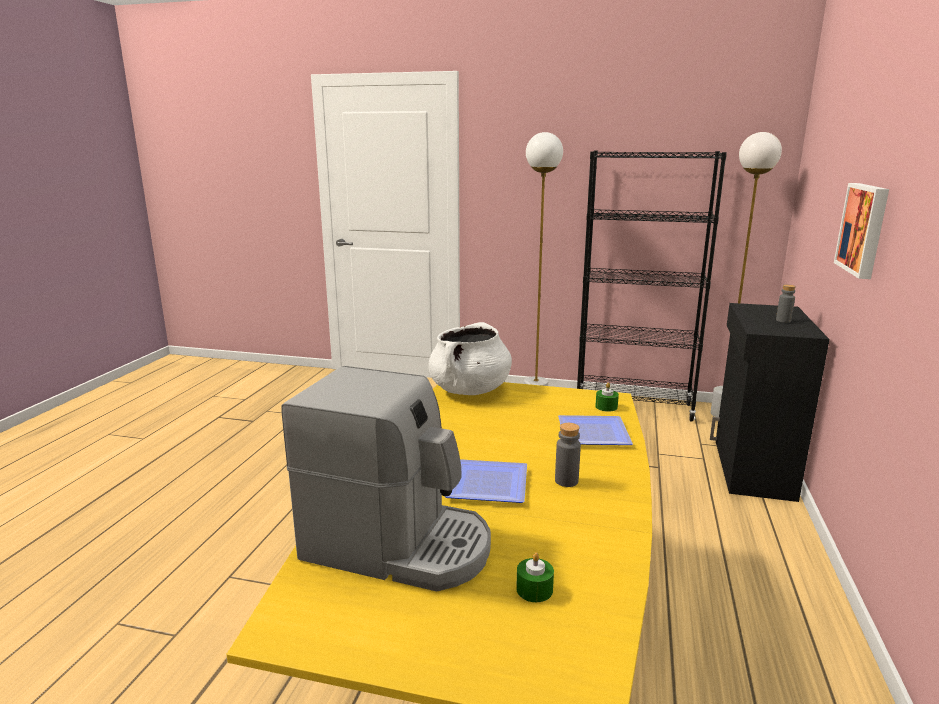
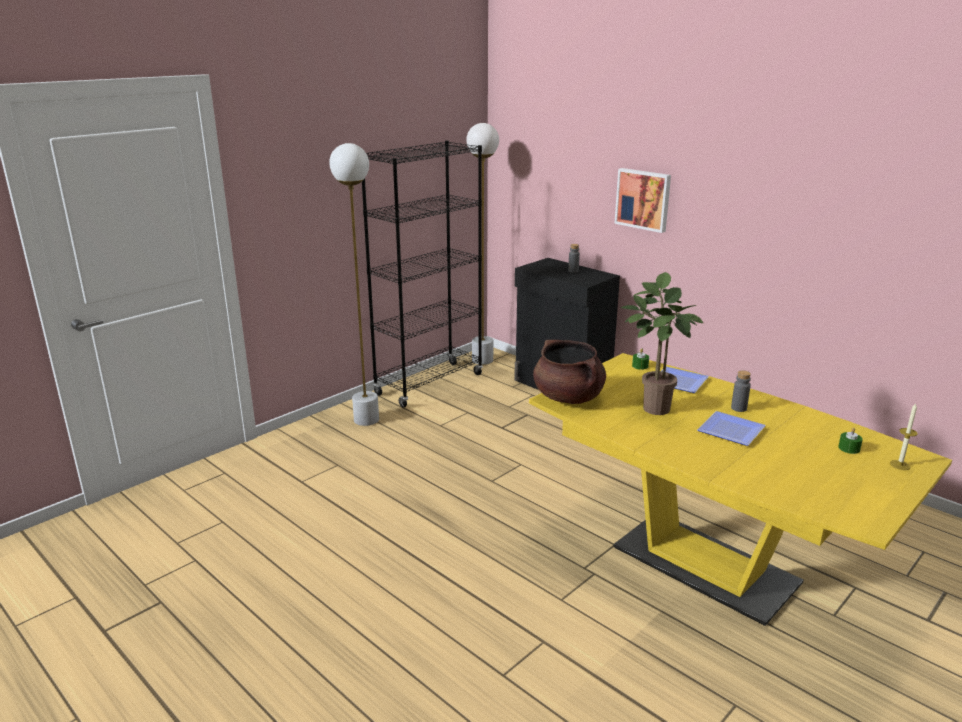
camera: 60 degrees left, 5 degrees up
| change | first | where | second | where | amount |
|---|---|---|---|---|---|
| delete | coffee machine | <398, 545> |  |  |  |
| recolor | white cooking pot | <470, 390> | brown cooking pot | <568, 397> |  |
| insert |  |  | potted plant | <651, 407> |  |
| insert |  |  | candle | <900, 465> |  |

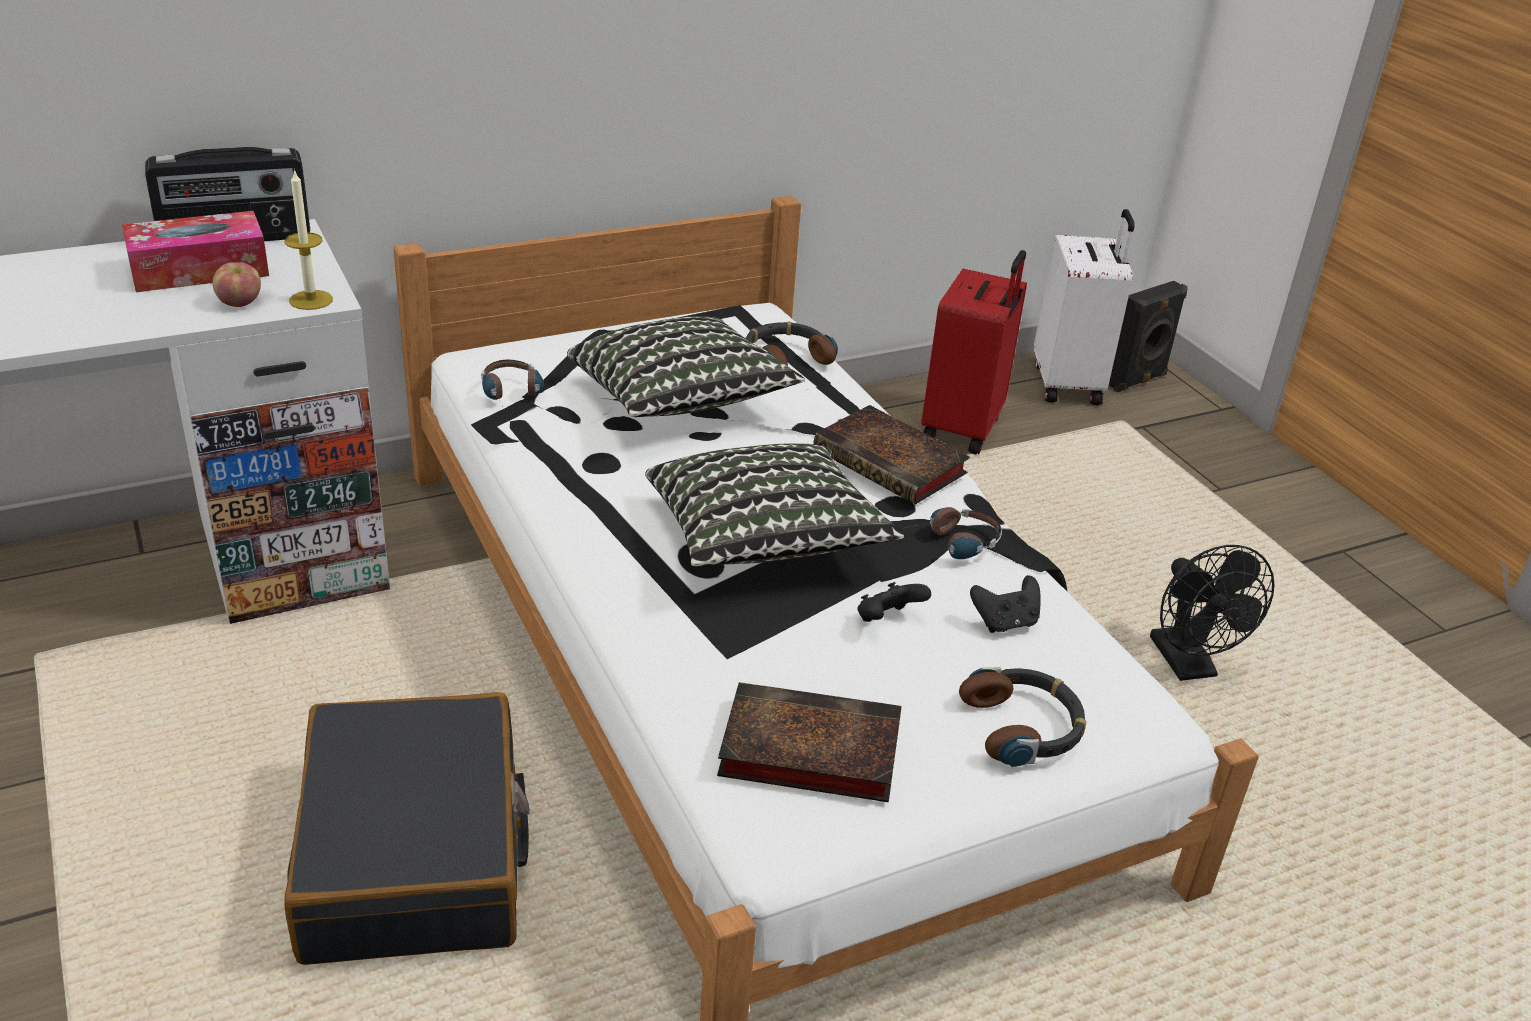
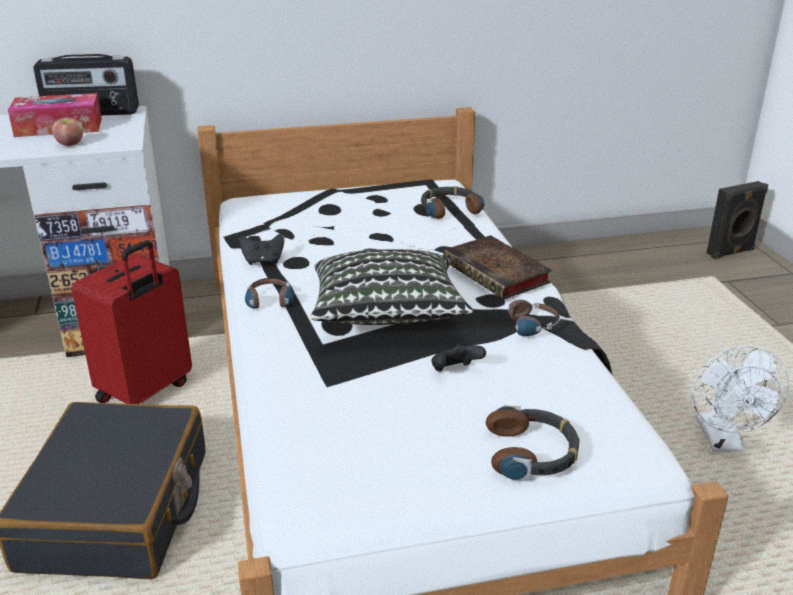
camera: 15 degrees right, 5 degrees down
| change | first | where | second | where | amount |
|---|---|---|---|---|---|
| delete | candle | <311, 300> |  |  |  |
| move | headphones | <513, 394> |  | <270, 305> |  |
| delete | pillow | <680, 401> |  |  |  |
| delete | book | <805, 750> |  |  |  |
| move | red suitcase | <964, 429> |  | <146, 392> |  |
| move | black game controller | <1005, 622> |  | <263, 261> |  |
| delete | white suitcase | <1069, 384> |  |  |  |
| recolor | black fan | <1189, 665> | white fan | <723, 442> |  |

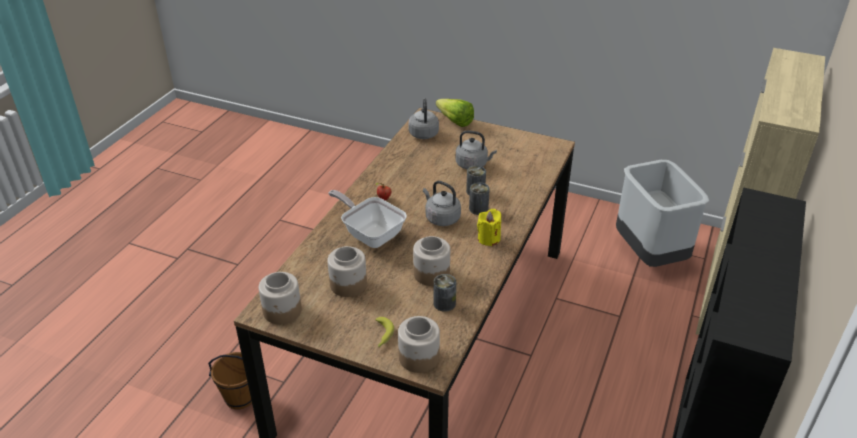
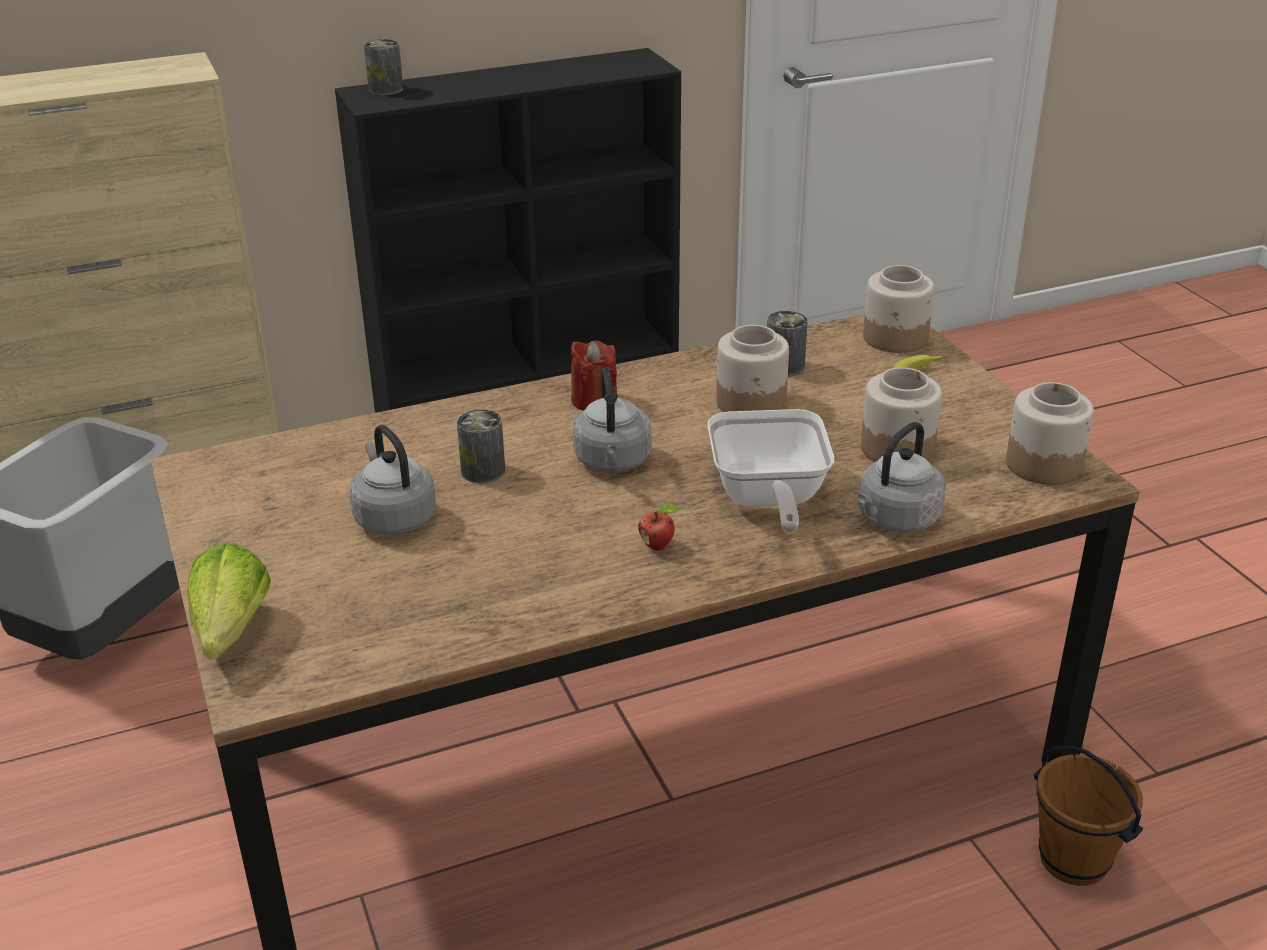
camera: 135 degrees left, 5 degrees down
| change | first | where | second | where | amount |
|---|---|---|---|---|---|
| move | grey kettle | <423, 133> |  | <896, 520> |  |
| move | can | <478, 209> |  | <386, 89> |  |
| recolor | yellow candle | <488, 238> | red candle | <594, 400> |  |

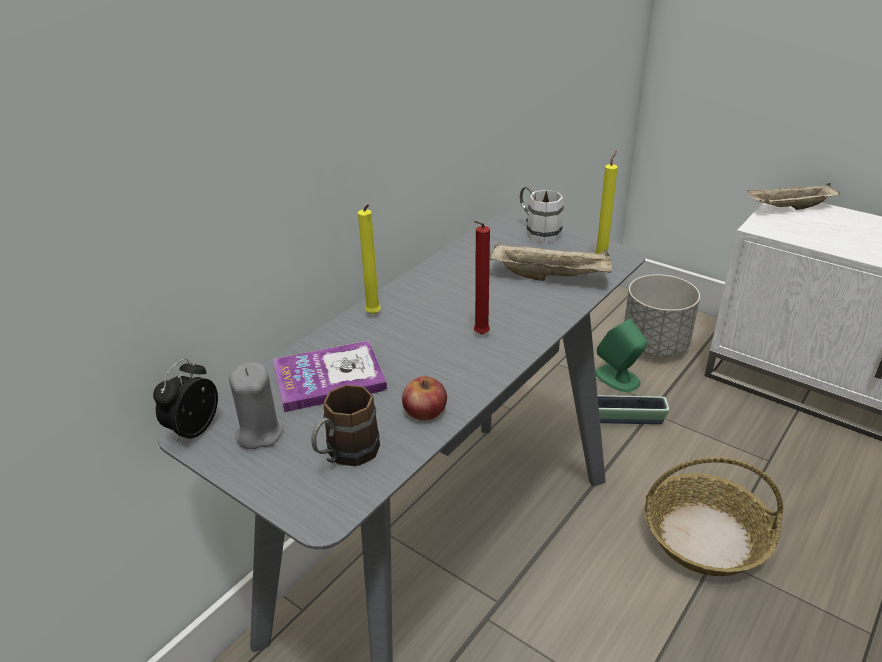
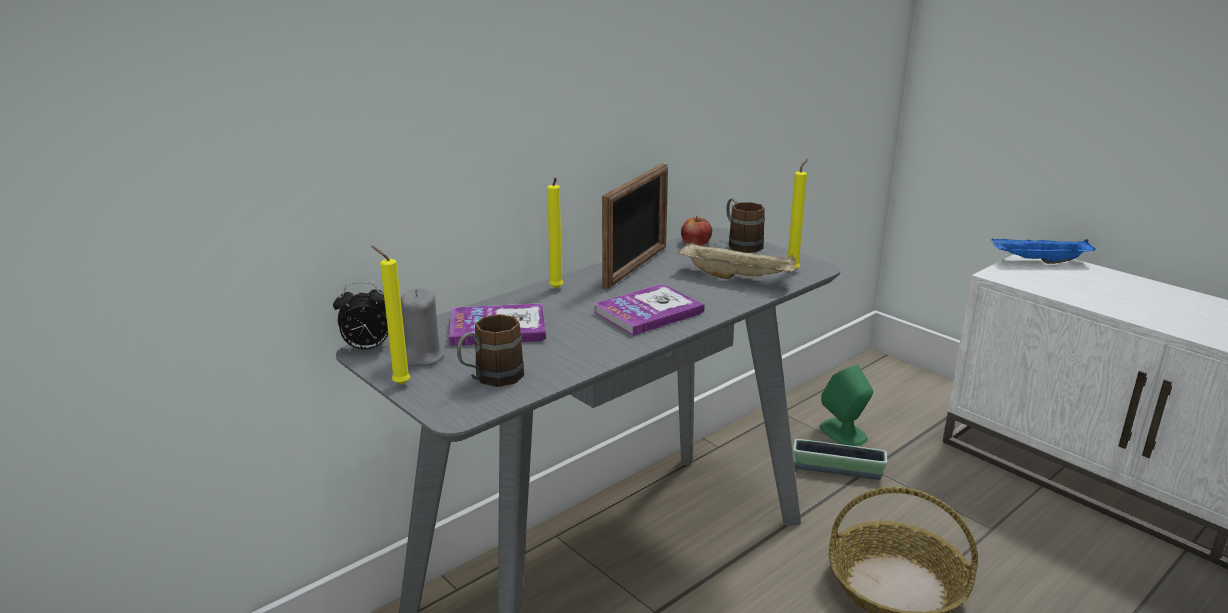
camera: 10 degrees right, 10 degrees down
| change | first | where | second | where | amount |
|---|---|---|---|---|---|
| rotate | alarm clock | <193, 429> |  | <367, 349> | 135 degrees counterclockwise |
| move | apple | <425, 411> |  | <696, 242> |  |
| replace | red candle | <479, 335> | book | <648, 312> |  |
| recolor | white mug | <537, 232> | brown mug | <740, 244> |  |
| delete | grey planter | <654, 345> |  |  |  |
| recolor | beige tray | <789, 208> | blue tray | <1038, 262> |  |
| insert |  |  | yellow candle | <399, 384> |  |
| insert |  |  | picture frame | <636, 267> |  |

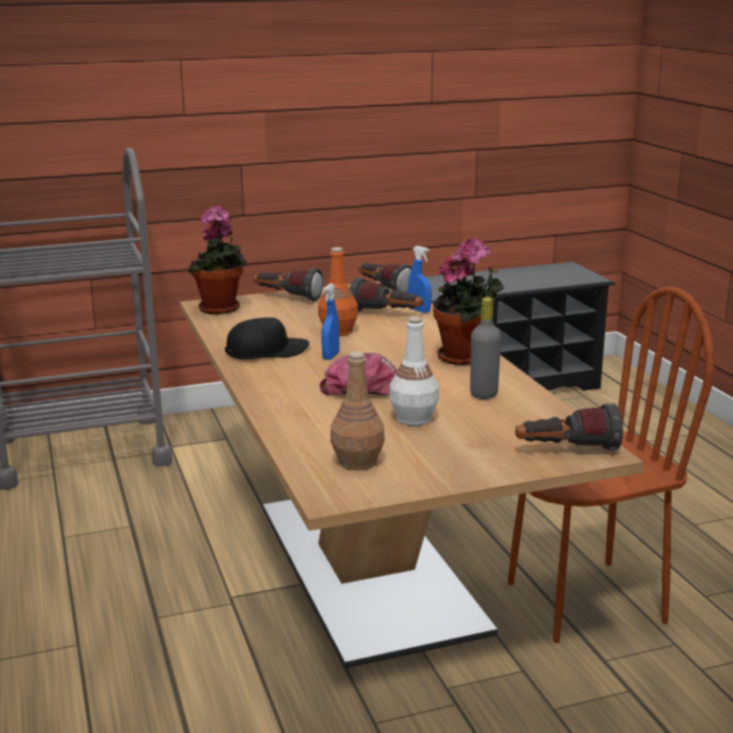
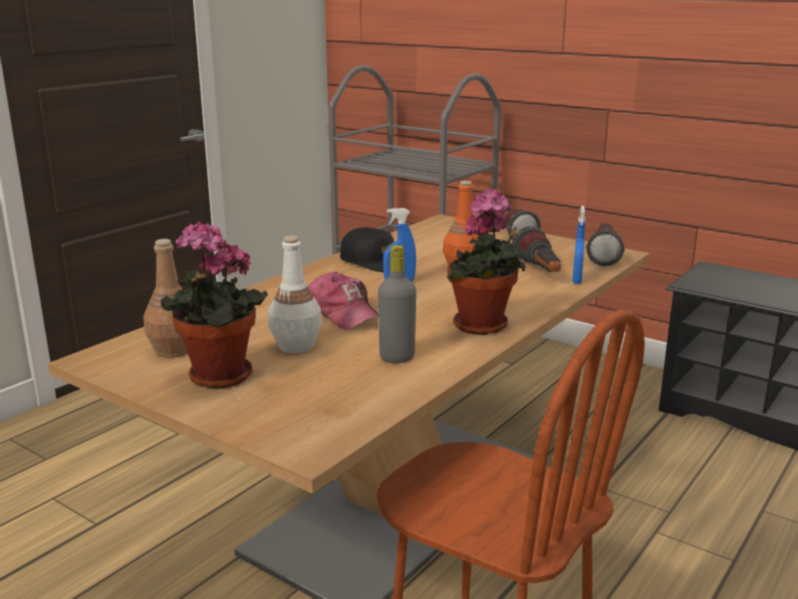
camera: 55 degrees right, 0 degrees up
| change | first | where | second | where | amount |
|---|---|---|---|---|---|
| move | potted plant | <221, 310> |  | <217, 378> |  |
| delete | flashlight | <566, 451> |  |  |  |

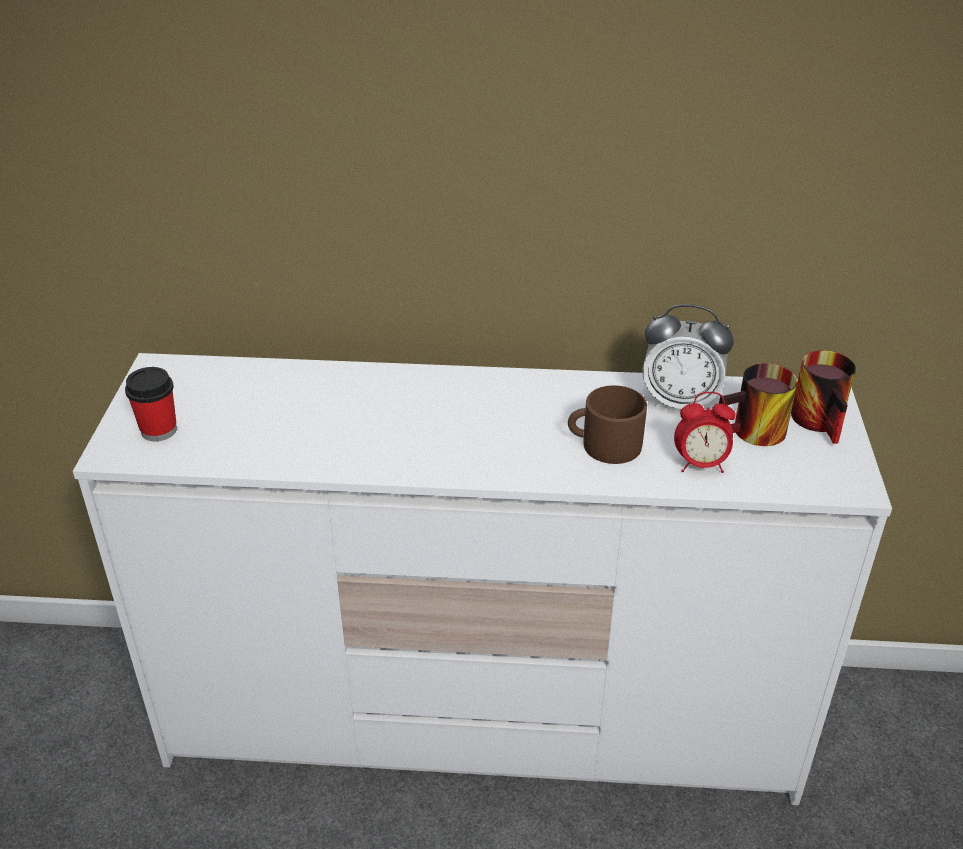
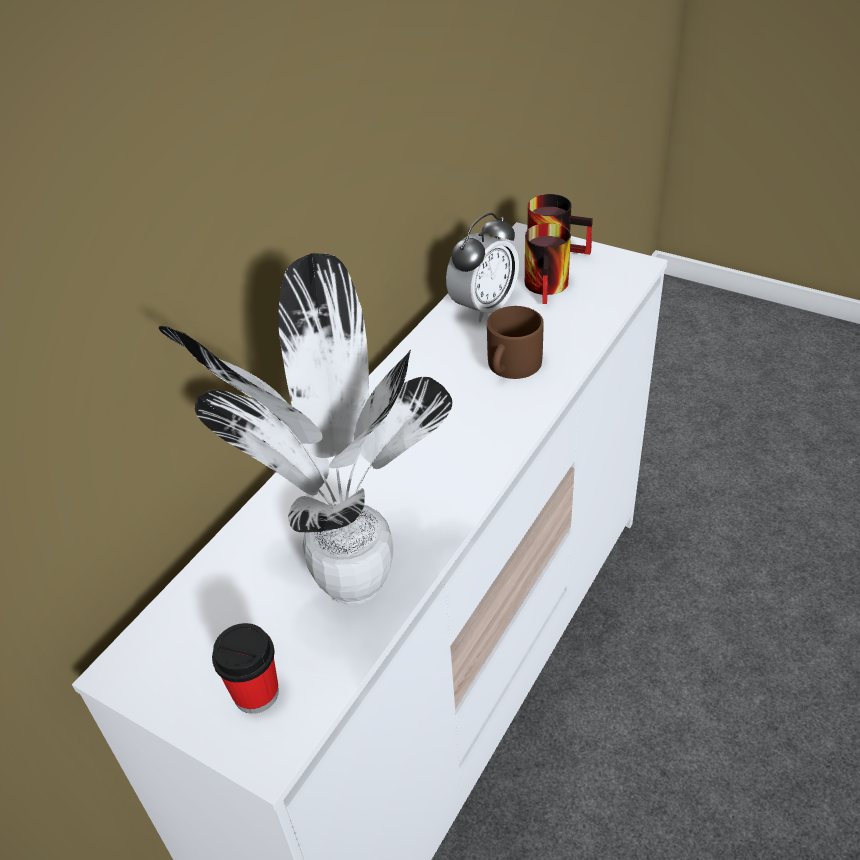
camera: 60 degrees left, 5 degrees up
| change | first | where | second | where | amount |
|---|---|---|---|---|---|
| delete | alarm clock | <700, 464> |  |  |  |
| insert |  |  | potted plant | <348, 585> |  |

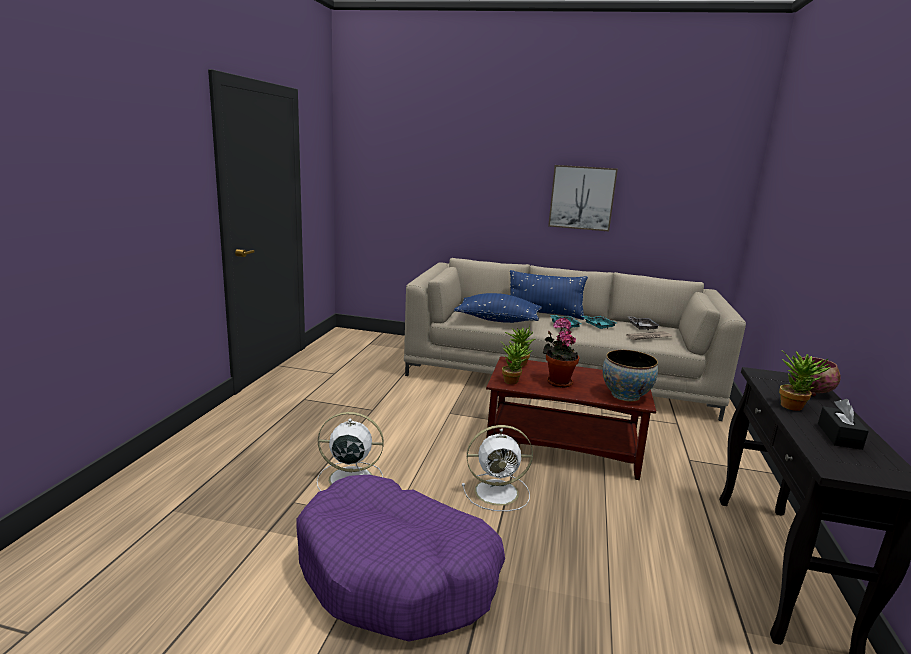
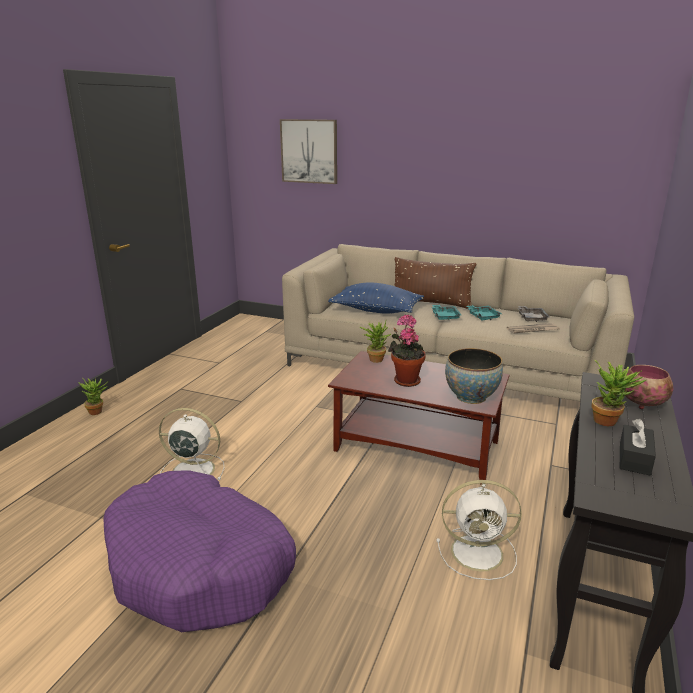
camera: 10 degrees right, 5 degrees up
| change | first | where | second | where | amount |
|---|---|---|---|---|---|
| move | white fan | <498, 492> |  | <479, 553> |  |
| move | potted plant | <513, 381> |  | <98, 411> |  |
| recolor | blue pillow | <544, 314> | brown pillow | <431, 304> |  |
| move | picture | <582, 198> |  | <309, 151> |  |

